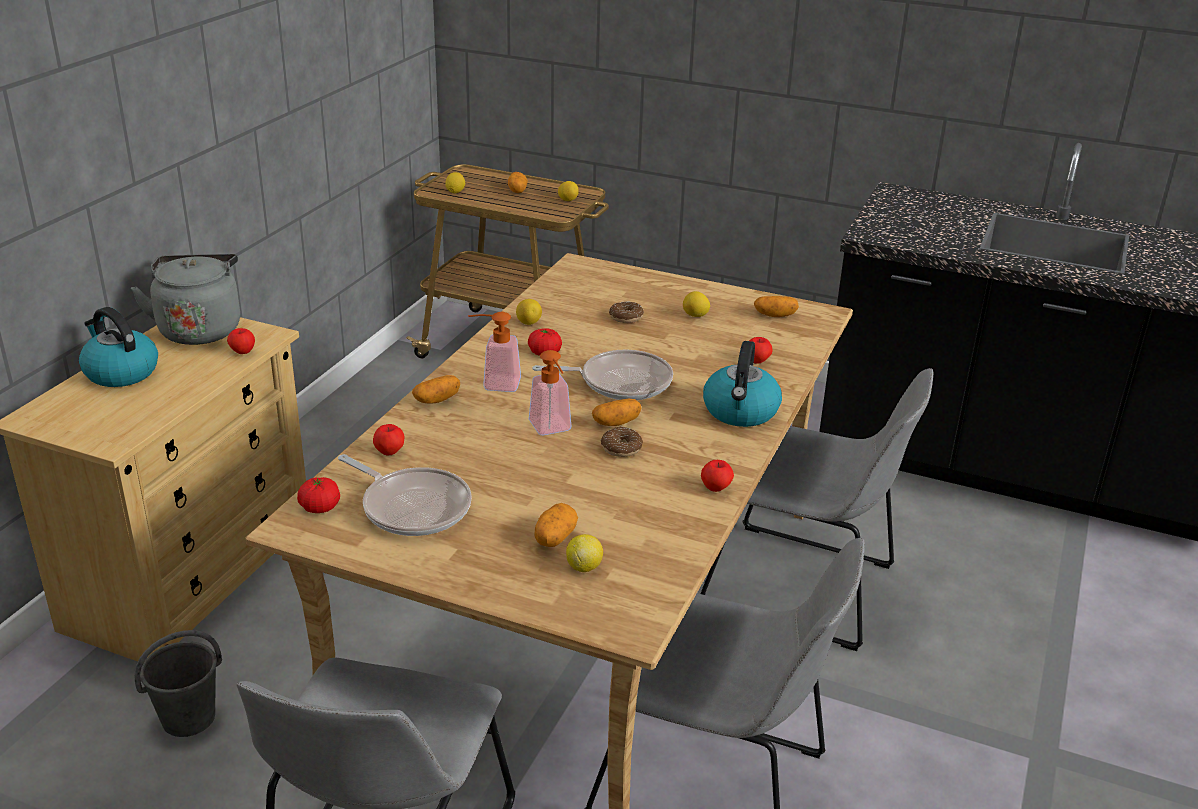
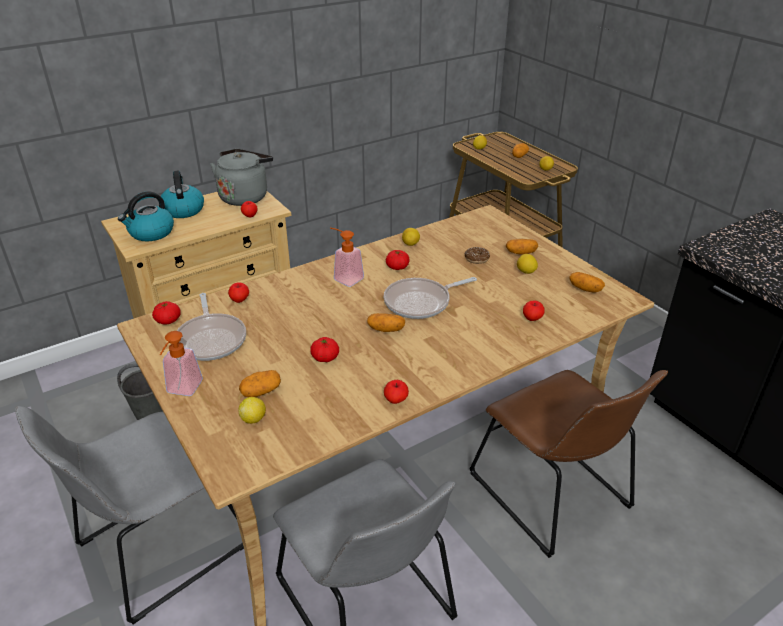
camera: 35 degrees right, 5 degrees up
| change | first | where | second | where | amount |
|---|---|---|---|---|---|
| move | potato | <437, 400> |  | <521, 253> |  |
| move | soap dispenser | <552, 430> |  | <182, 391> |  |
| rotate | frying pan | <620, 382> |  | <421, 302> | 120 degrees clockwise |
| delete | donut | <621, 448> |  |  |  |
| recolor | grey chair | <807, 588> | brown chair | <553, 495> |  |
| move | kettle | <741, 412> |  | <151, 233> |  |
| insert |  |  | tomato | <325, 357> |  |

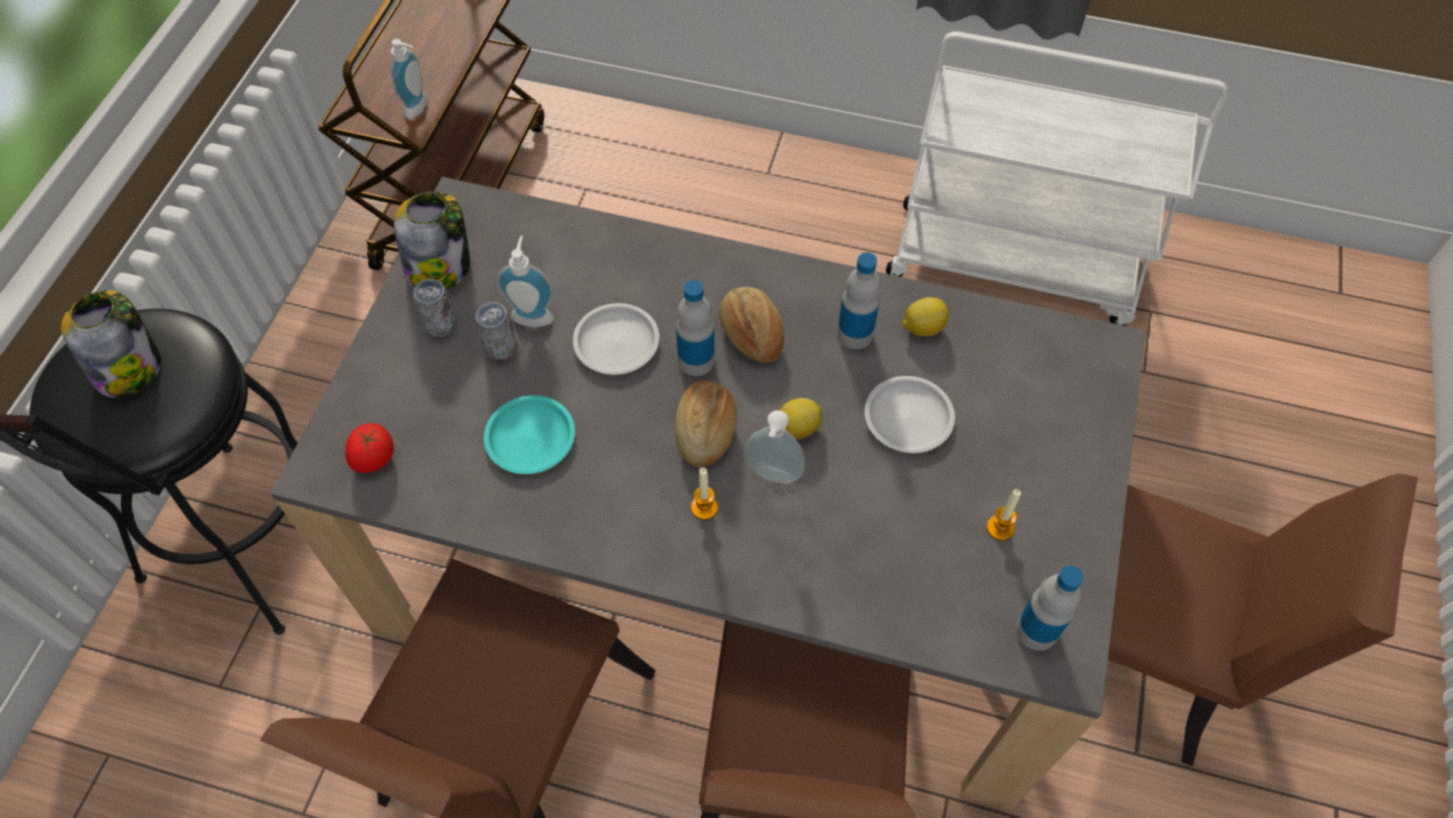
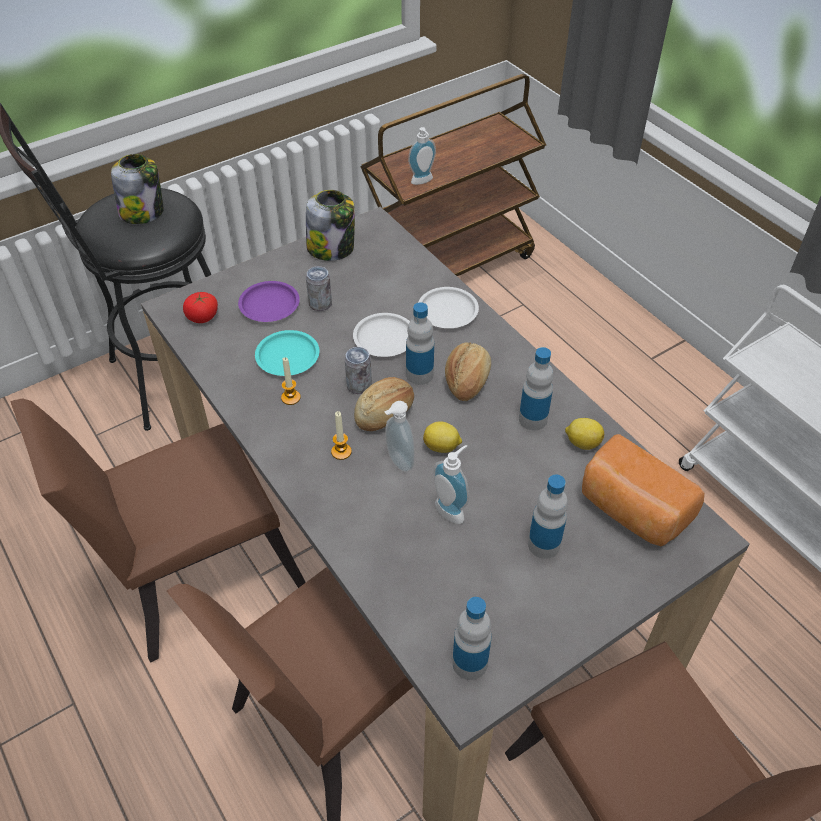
camera: 40 degrees right, 10 degrees down
| change | first | where | second | where | amount |
|---|---|---|---|---|---|
| move | can | <441, 325> |  | <359, 386> |  |
| move | soap dispenser | <533, 314> |  | <452, 509> |  |
| move | white plate | <908, 417> |  | <448, 311> |  |
| move | candle | <1000, 528> |  | <290, 398> |  |
| insert |  |  | purple plate | <270, 305> |  |
| insert |  |  | bottle | <544, 545> |  |
| insert |  |  | bread | <631, 510> |  |

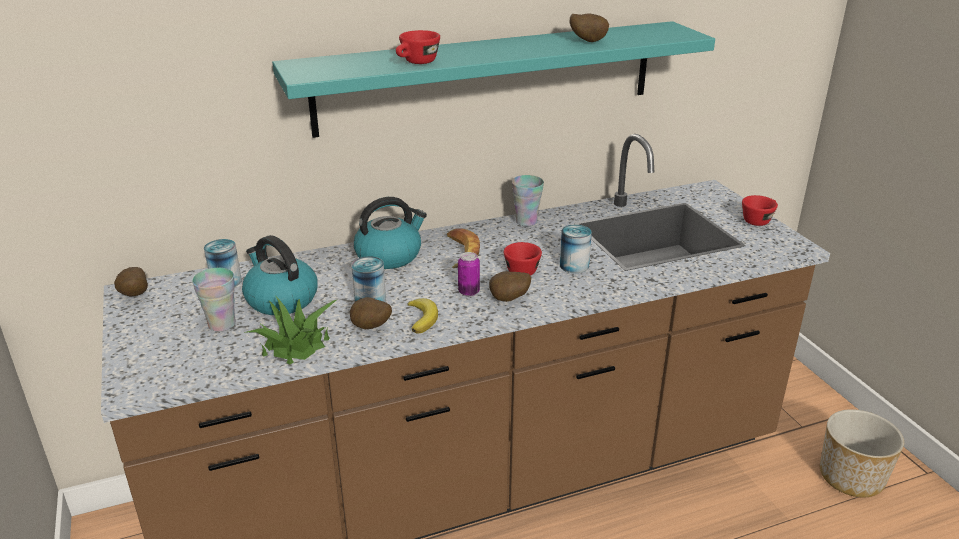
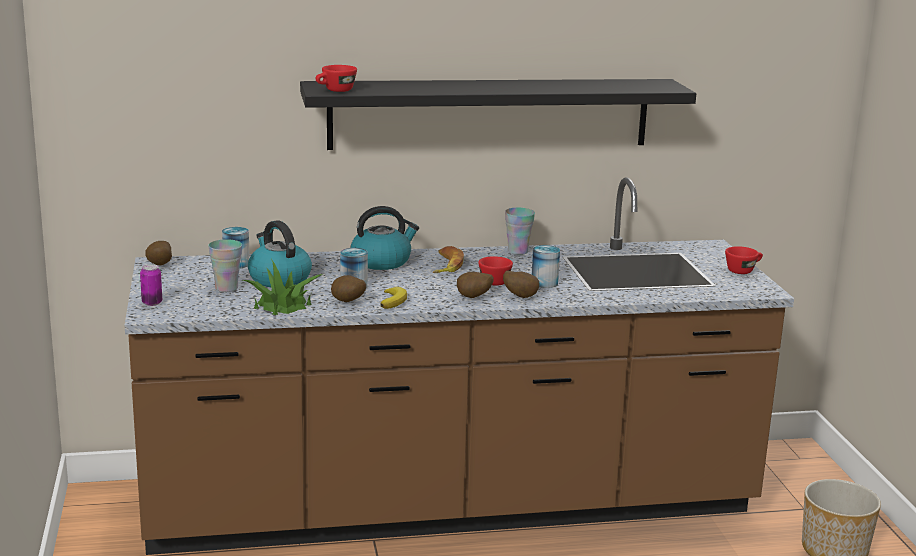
camera: 10 degrees right, 10 degrees down
| change | first | where | second | where | amount |
|---|---|---|---|---|---|
| recolor | turquoise shelf | <488, 77> | black shelf | <490, 113> |  |
| move | red cup | <417, 63> |  | <335, 91> |  |
| move | can | <469, 292> |  | <152, 303> |  |
| move | potato | <588, 41> |  | <521, 296> |  |

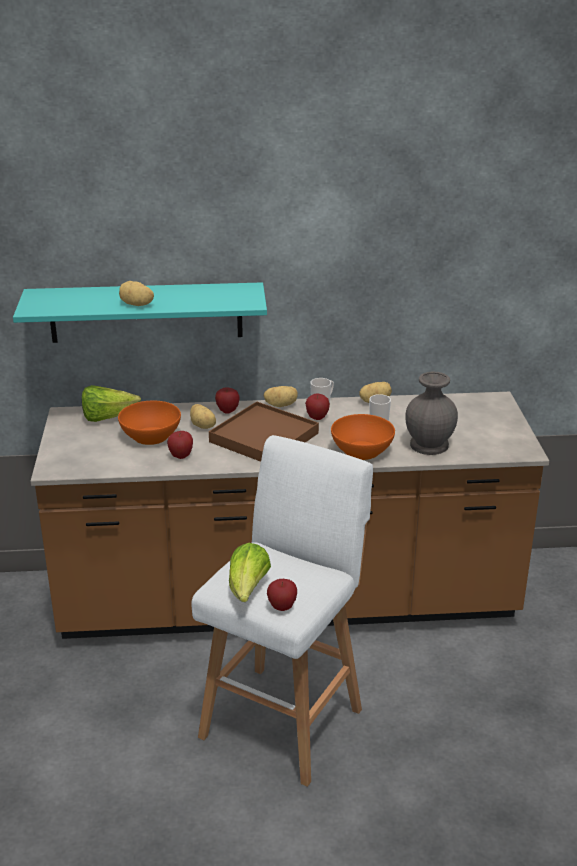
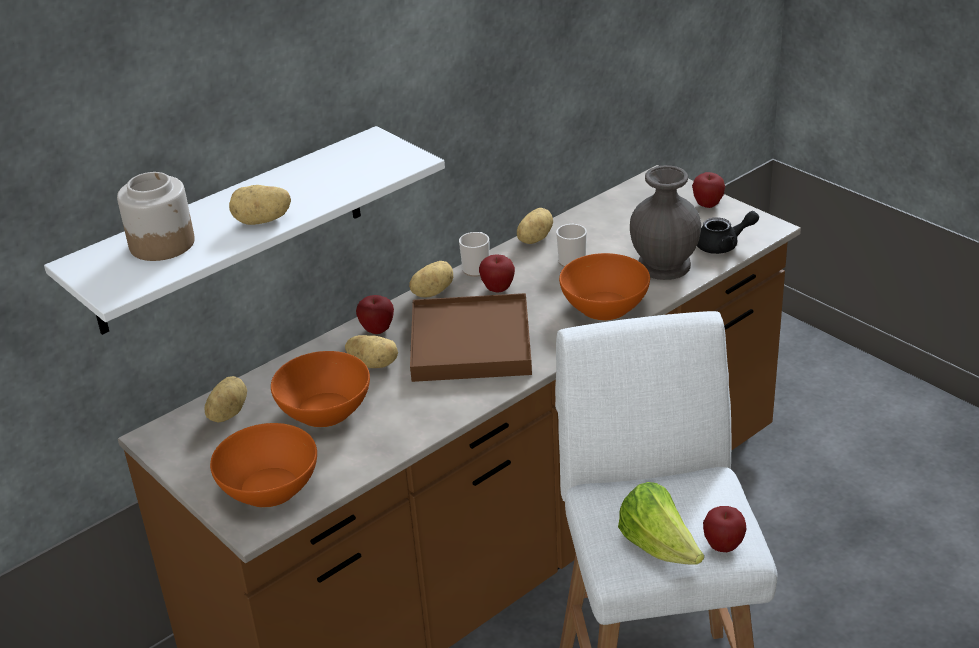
camera: 35 degrees left, 5 degrees up
| change | first | where | second | where | amount |
|---|---|---|---|---|---|
| recolor | turquoise shelf | <146, 312> | white shelf | <229, 231> |  |
| replace | lettuce | <107, 417> | potato | <226, 413> |  |
| move | apple | <181, 456> |  | <707, 205> |  |
| insert |  |  | jar | <162, 244> |  |
| insert |  |  | orange bowl | <269, 488> |  |
| insert |  |  | black teapot | <723, 245> |  |

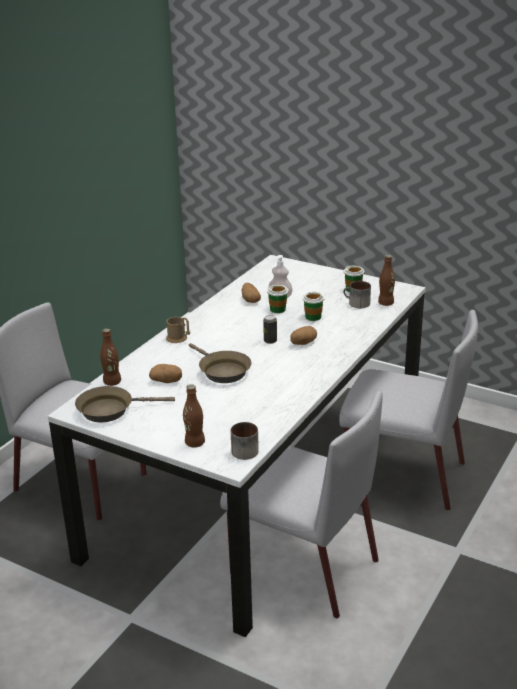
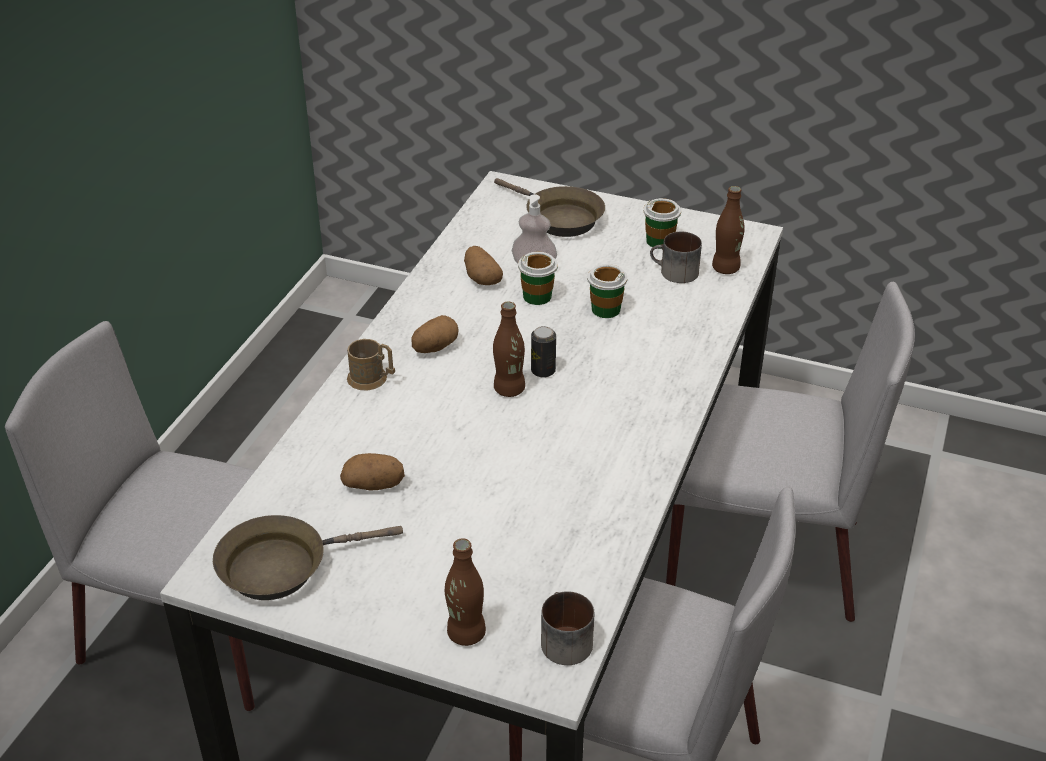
camera: 10 degrees left, 10 degrees up
| change | first | where | second | where | amount |
|---|---|---|---|---|---|
| move | brown bottle | <112, 382> |  | <509, 389> |  |
| move | brown frying pan | <222, 371> |  | <558, 218> |  |
| move | potato | <303, 343> |  | <435, 347> |  |

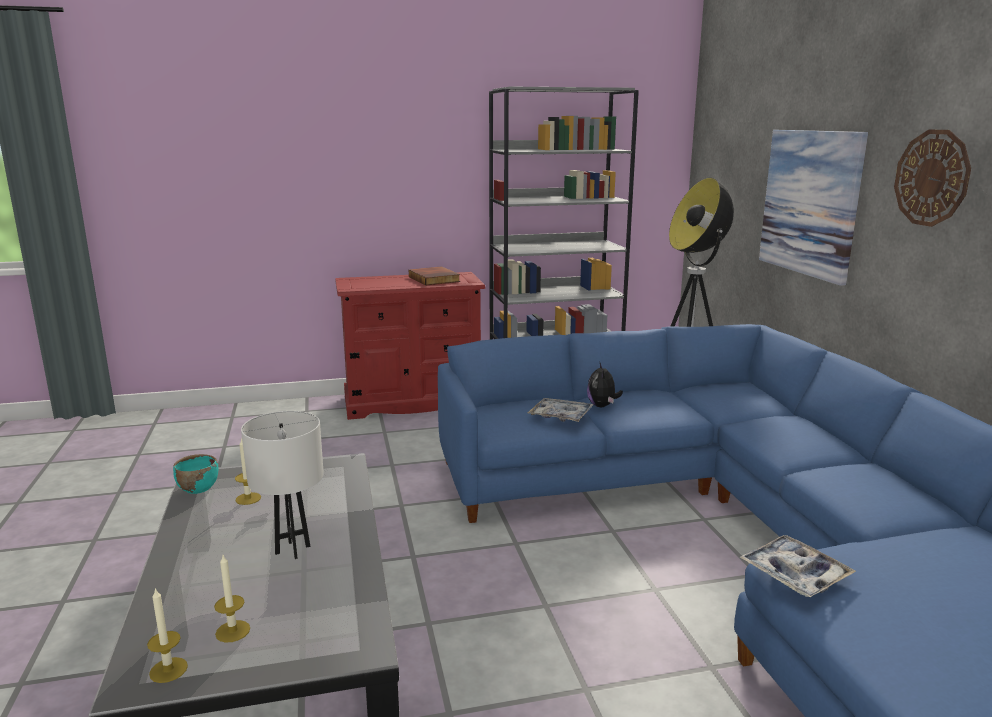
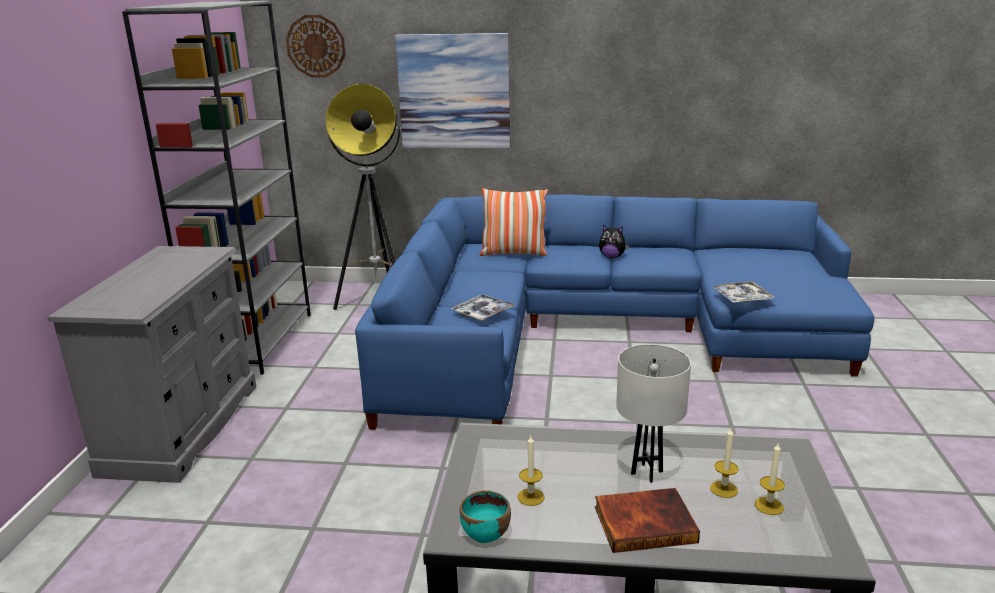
camera: 70 degrees left, 5 degrees up
| change | first | where | second | where | amount |
|---|---|---|---|---|---|
| move | candle | <168, 670> |  | <724, 489> |  |
| recolor | red dresser | <413, 402> | grey dresser | <183, 428> |  |
| move | book | <435, 279> |  | <645, 523> |  |
| move | plush toy | <602, 406> |  | <612, 257> |  |
| move | wall clock | <932, 178> |  | <316, 46> |  |
| insert |  |  | pillow | <513, 253> |  |

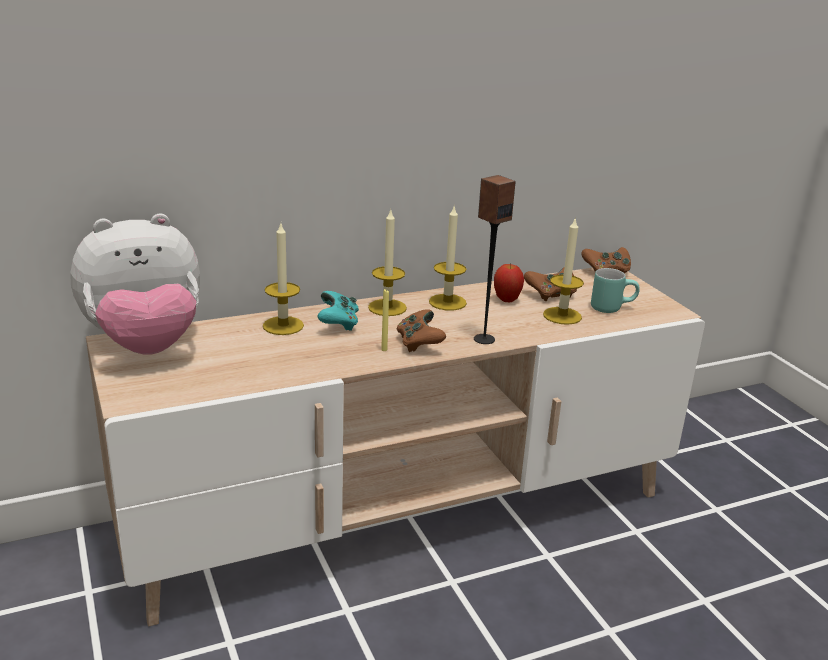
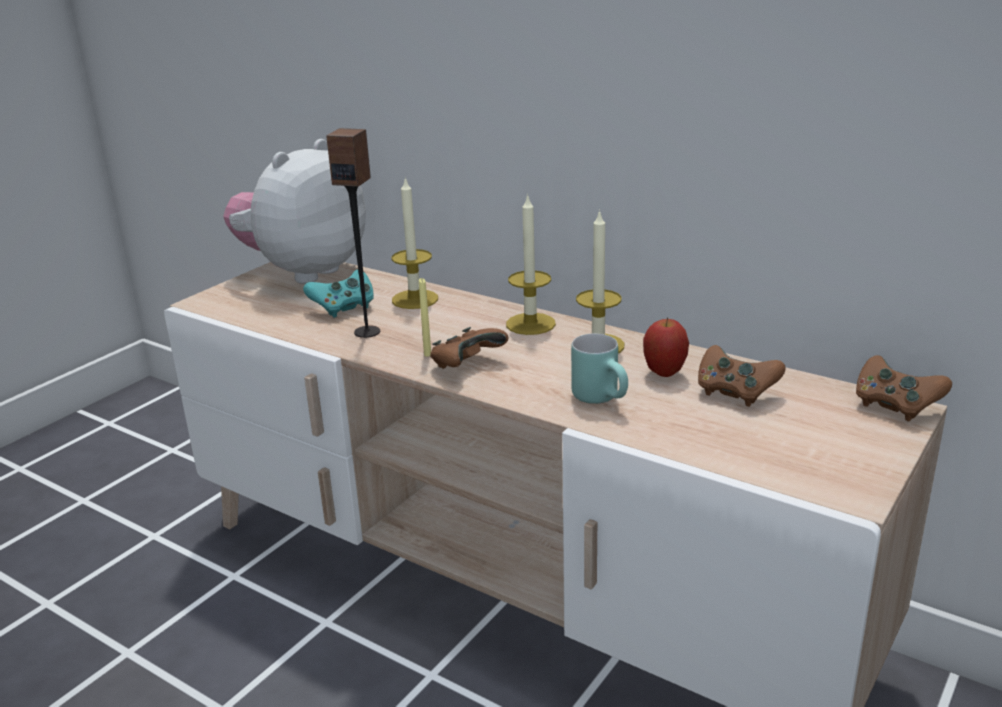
camera: 60 degrees right, 0 degrees up
| change | first | where | second | where | amount |
|---|---|---|---|---|---|
| rotate | plush toy | <145, 346> |  | <303, 272> | 90 degrees clockwise |
| move | turquoise game controller | <338, 323> |  | <343, 308> |  |
| move | speaker | <484, 339> |  | <367, 331> |  |
| delete | candle | <562, 316> |  |  |  |
| move | turquoise mug | <611, 307> |  | <604, 398> |  |

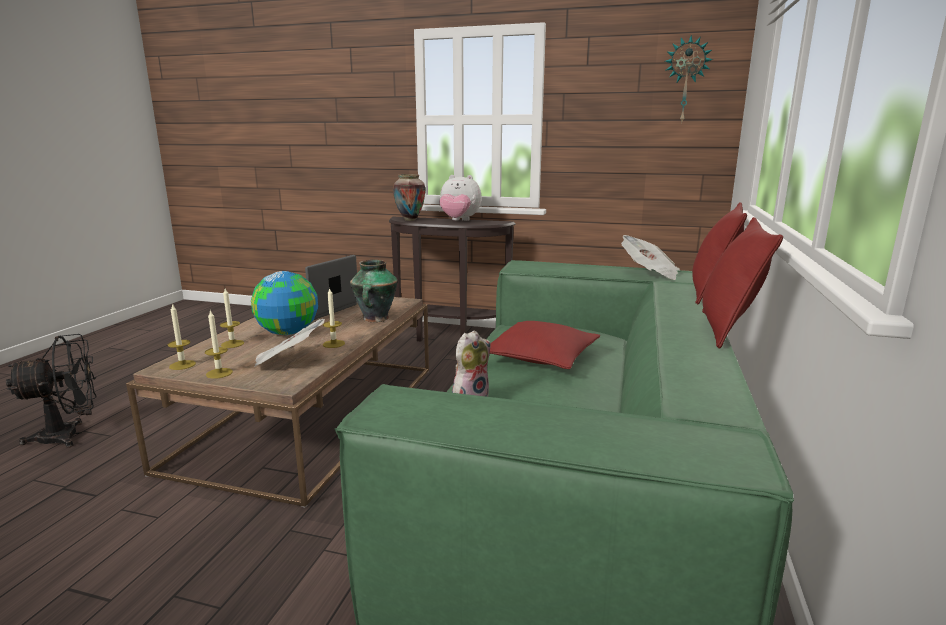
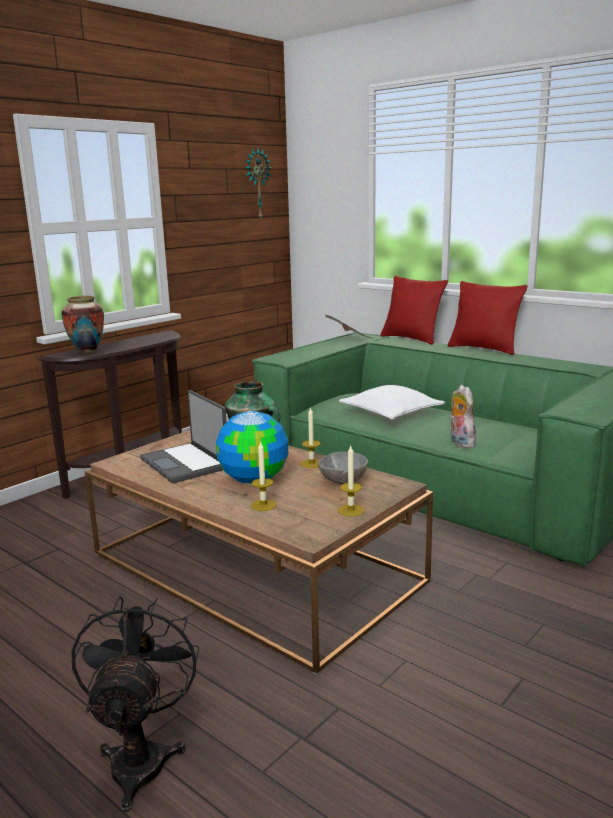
camera: 65 degrees left, 0 degrees up
| change | first | where | second | where | amount |
|---|---|---|---|---|---|
| delete | candle | <182, 365> |  |  |  |
| replace | newspaper | <289, 361> | grey bowl | <343, 482> |  |
| delete | plush toy | <459, 221> |  |  |  |
| recolor | red pillow | <540, 357> | white pillow | <391, 413> |  |

